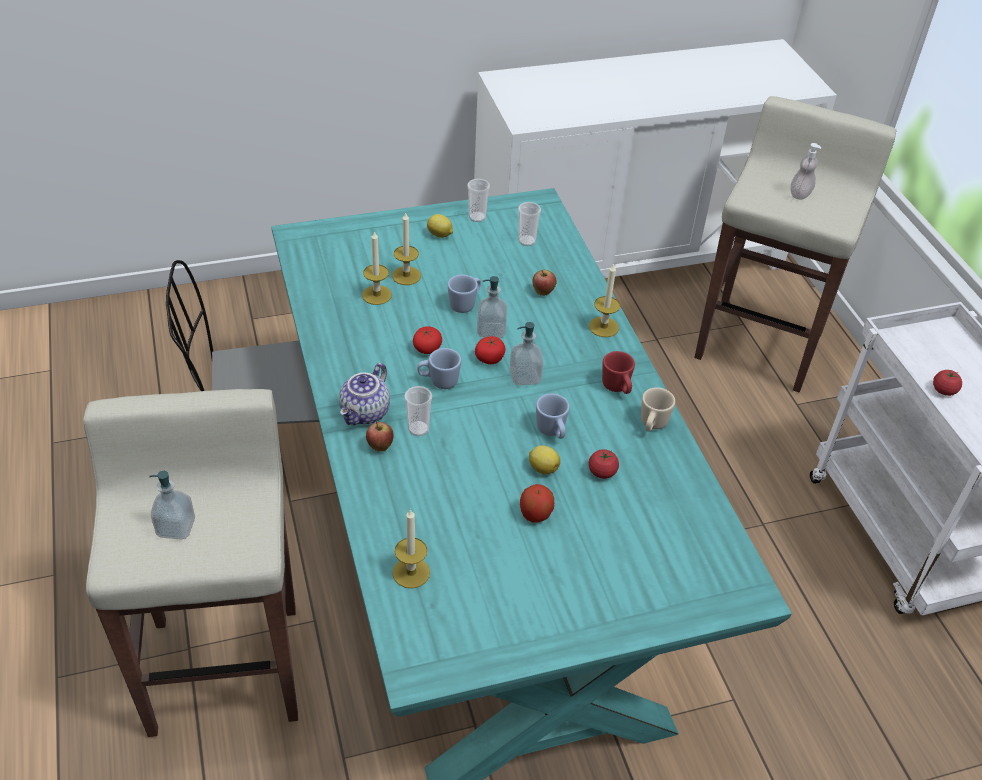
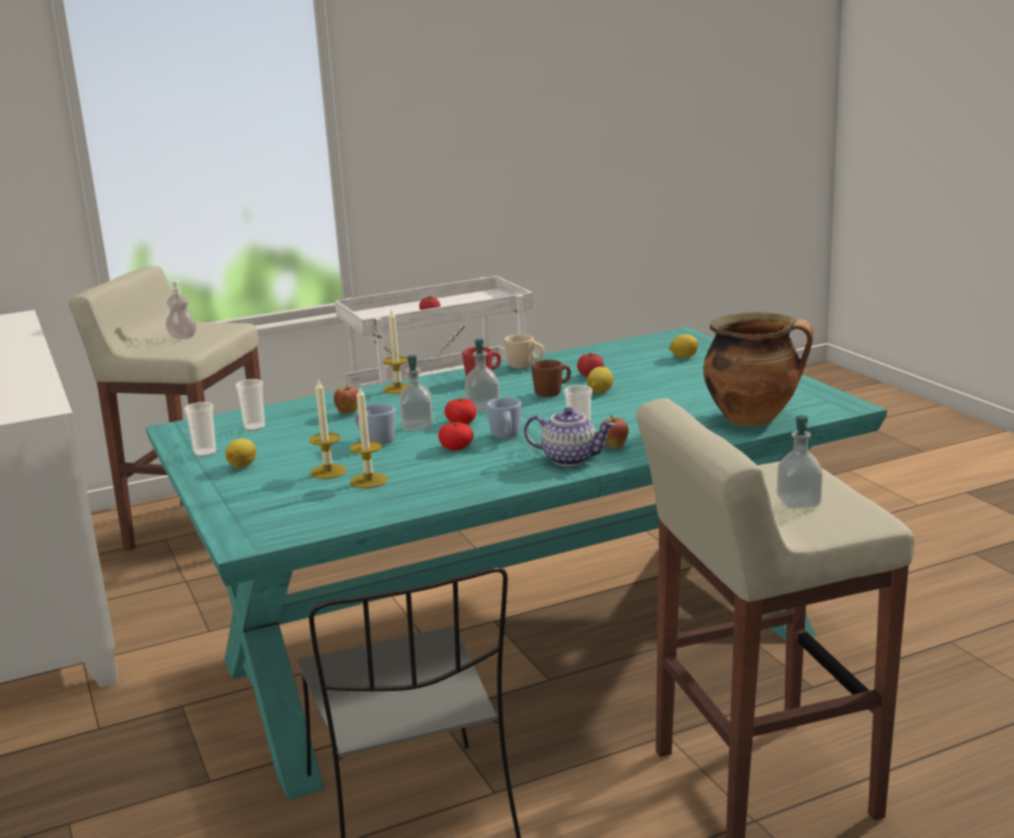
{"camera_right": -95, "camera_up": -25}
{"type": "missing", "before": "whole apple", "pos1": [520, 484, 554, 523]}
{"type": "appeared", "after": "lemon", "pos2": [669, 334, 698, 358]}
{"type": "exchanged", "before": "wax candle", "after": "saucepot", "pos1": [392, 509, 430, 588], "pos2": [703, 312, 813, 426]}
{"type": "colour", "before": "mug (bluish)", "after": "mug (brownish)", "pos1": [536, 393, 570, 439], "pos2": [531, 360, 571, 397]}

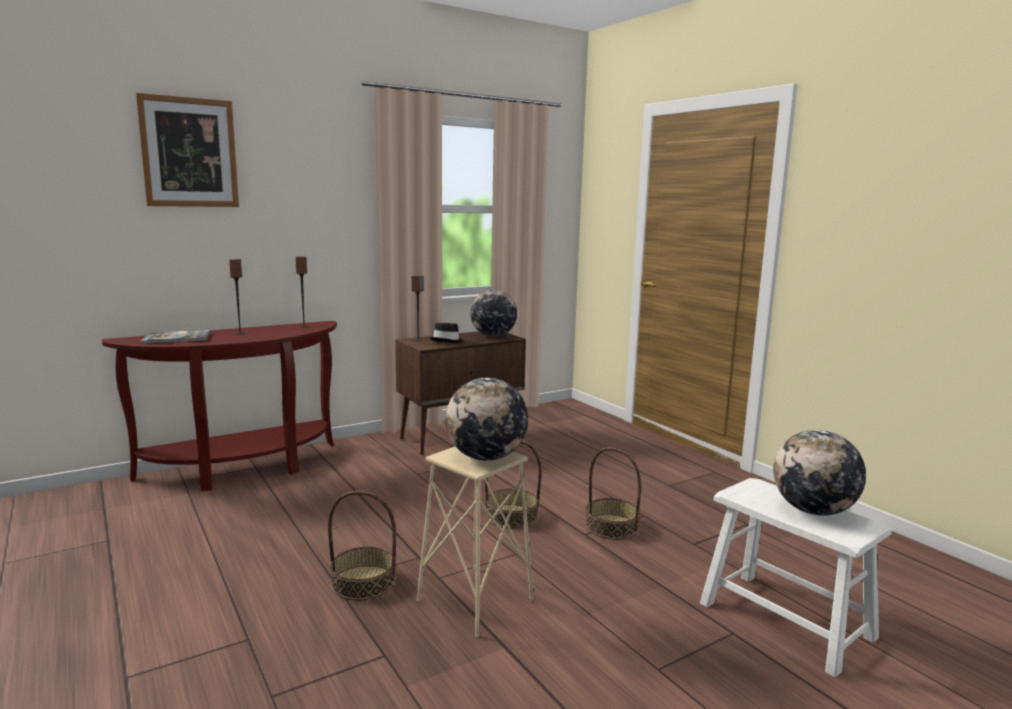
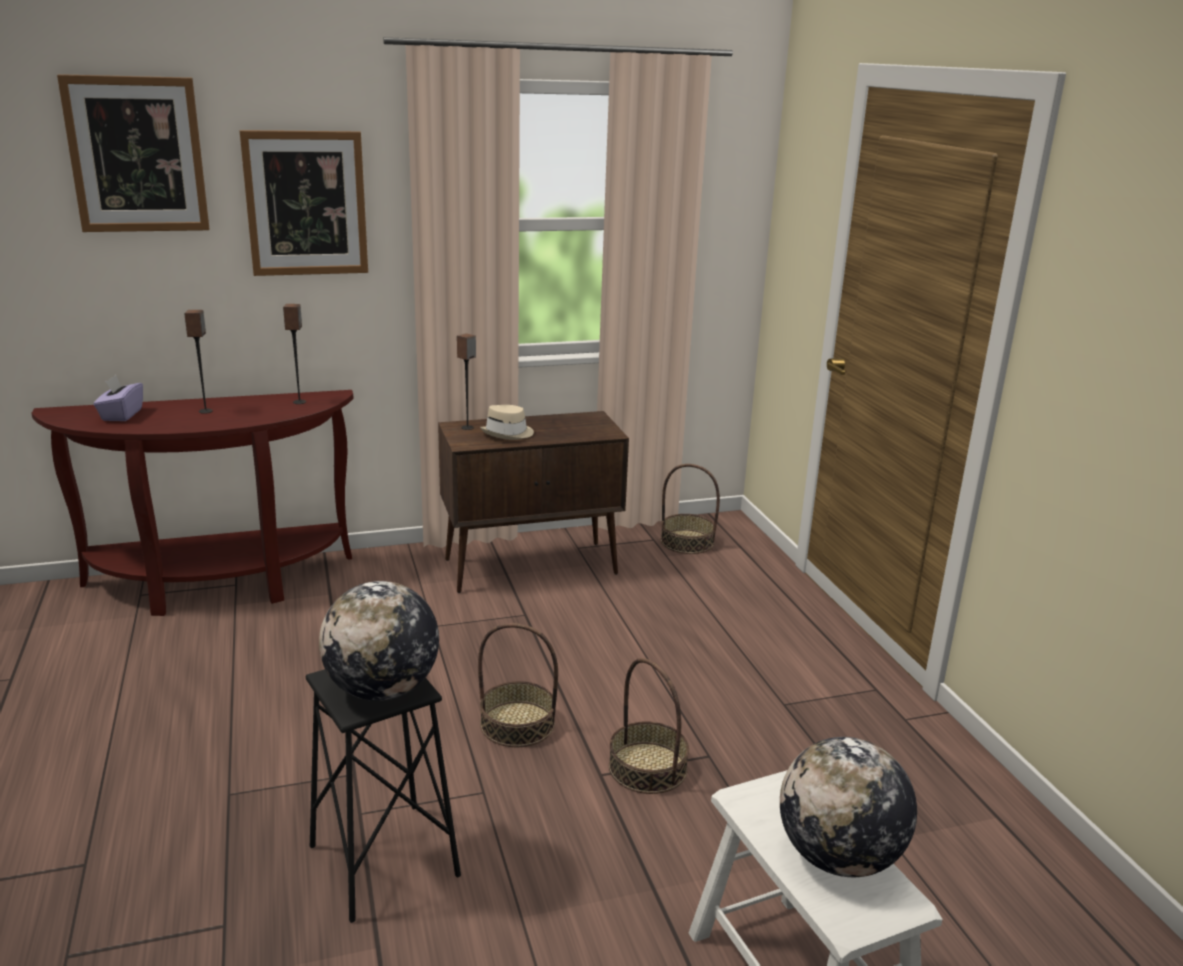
{"camera_right": 15, "camera_up": 10}
{"type": "missing", "before": "globe", "pos1": [471, 290, 517, 337]}
{"type": "appeared", "after": "wall art", "pos2": [240, 130, 368, 276]}
{"type": "relocated", "before": "storage basket", "pos1": [328, 491, 396, 600], "pos2": [660, 464, 720, 554]}
{"type": "exchanged", "before": "bound book", "after": "box of tissues (purplish)", "pos1": [141, 330, 211, 344], "pos2": [94, 375, 143, 421]}
{"type": "colour", "before": "stool seat (sand-coloured)", "after": "stool seat (black)", "pos1": [416, 446, 534, 637], "pos2": [306, 669, 461, 923]}
{"type": "colour", "before": "wearable hat (black)", "after": "wearable hat (sand-coloured)", "pos1": [430, 323, 464, 343], "pos2": [480, 405, 534, 440]}

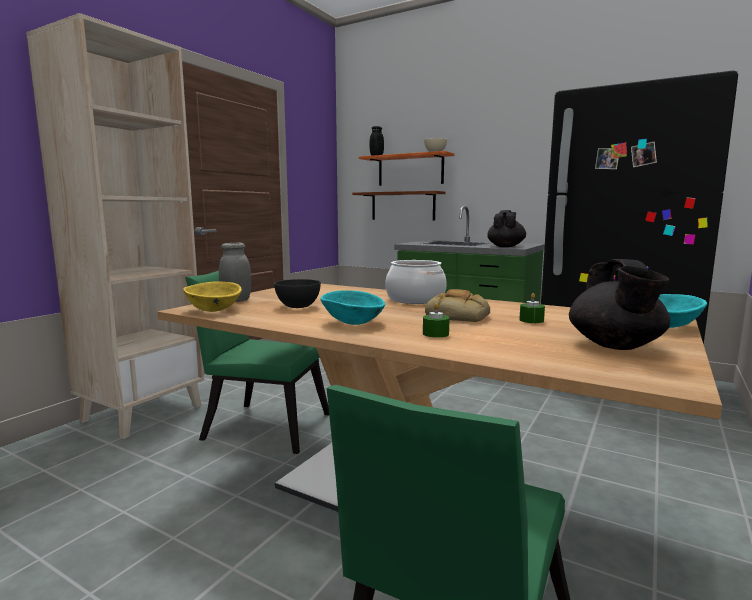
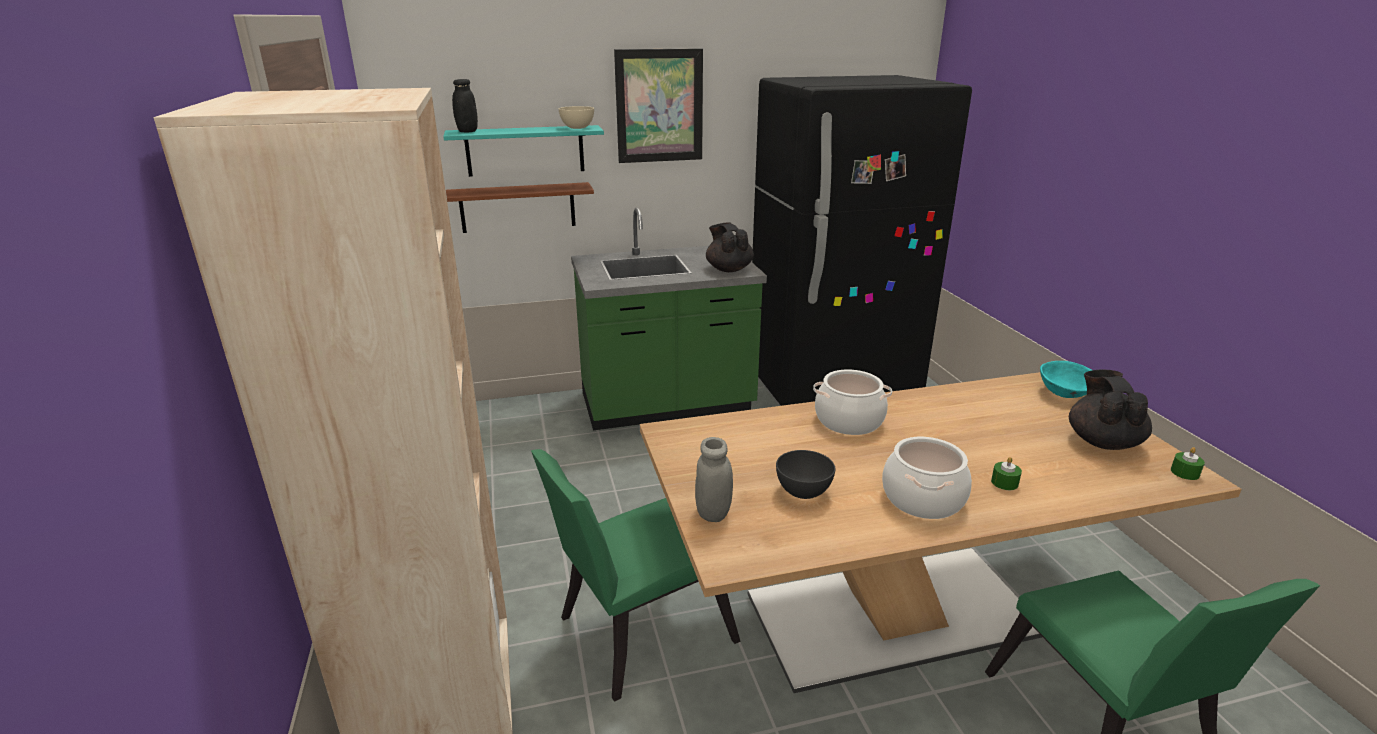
{"camera_right": -45, "camera_up": 15}
{"type": "missing", "before": "deep dish (yellow)", "pos1": [183, 281, 242, 312]}
{"type": "missing", "before": "baked bread", "pos1": [425, 289, 490, 322]}
{"type": "appeared", "after": "wall art", "pos2": [614, 48, 703, 163]}
{"type": "relocated", "before": "wax candle (green-coloured)", "pos1": [519, 293, 545, 323], "pos2": [1171, 447, 1205, 480]}
{"type": "exchanged", "before": "deep dish (turquoise-coloured)", "after": "saucepot", "pos1": [321, 290, 385, 325], "pos2": [882, 437, 972, 519]}
{"type": "colour", "before": "shelf (orange)", "after": "shelf (turquoise-coloured)", "pos1": [359, 151, 455, 186], "pos2": [443, 125, 604, 177]}
{"type": "spun", "before": "pot for tea (black)", "pos1": [569, 259, 670, 350], "pos2": [1069, 370, 1152, 450], "turn": -135}

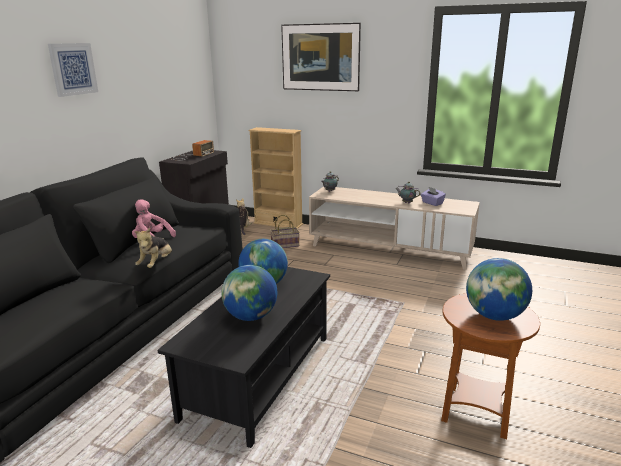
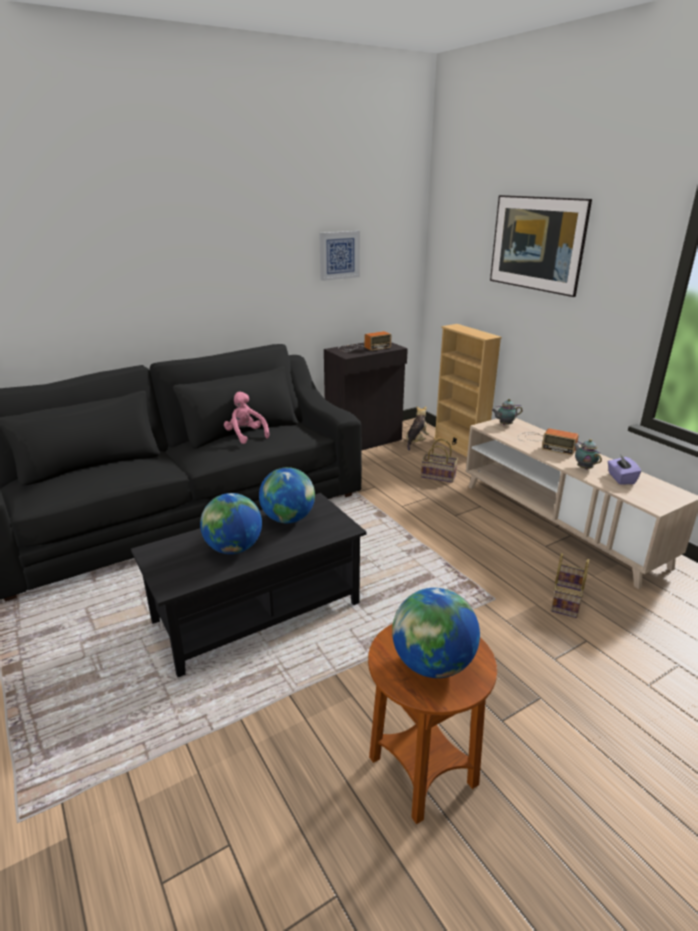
{"camera_right": 35, "camera_up": 5}
{"type": "missing", "before": "plush toy", "pos1": [134, 228, 172, 268]}
{"type": "appeared", "after": "radio set", "pos2": [518, 428, 579, 455]}
{"type": "appeared", "after": "storage basket", "pos2": [551, 553, 589, 618]}
{"type": "relocated", "before": "wall art", "pos1": [48, 43, 98, 97], "pos2": [319, 231, 360, 281]}

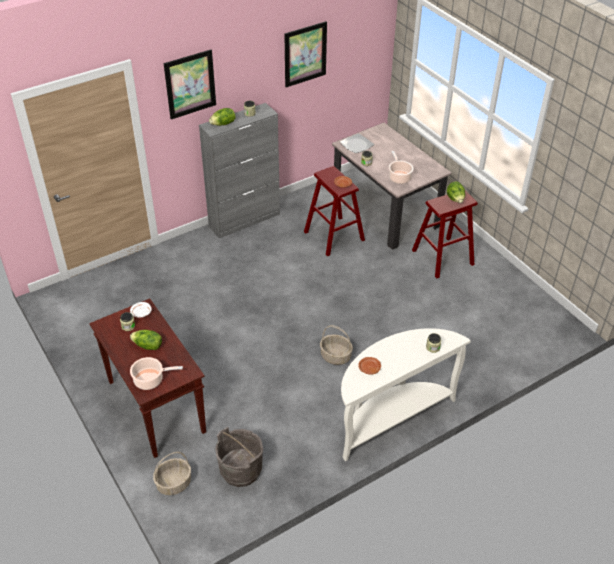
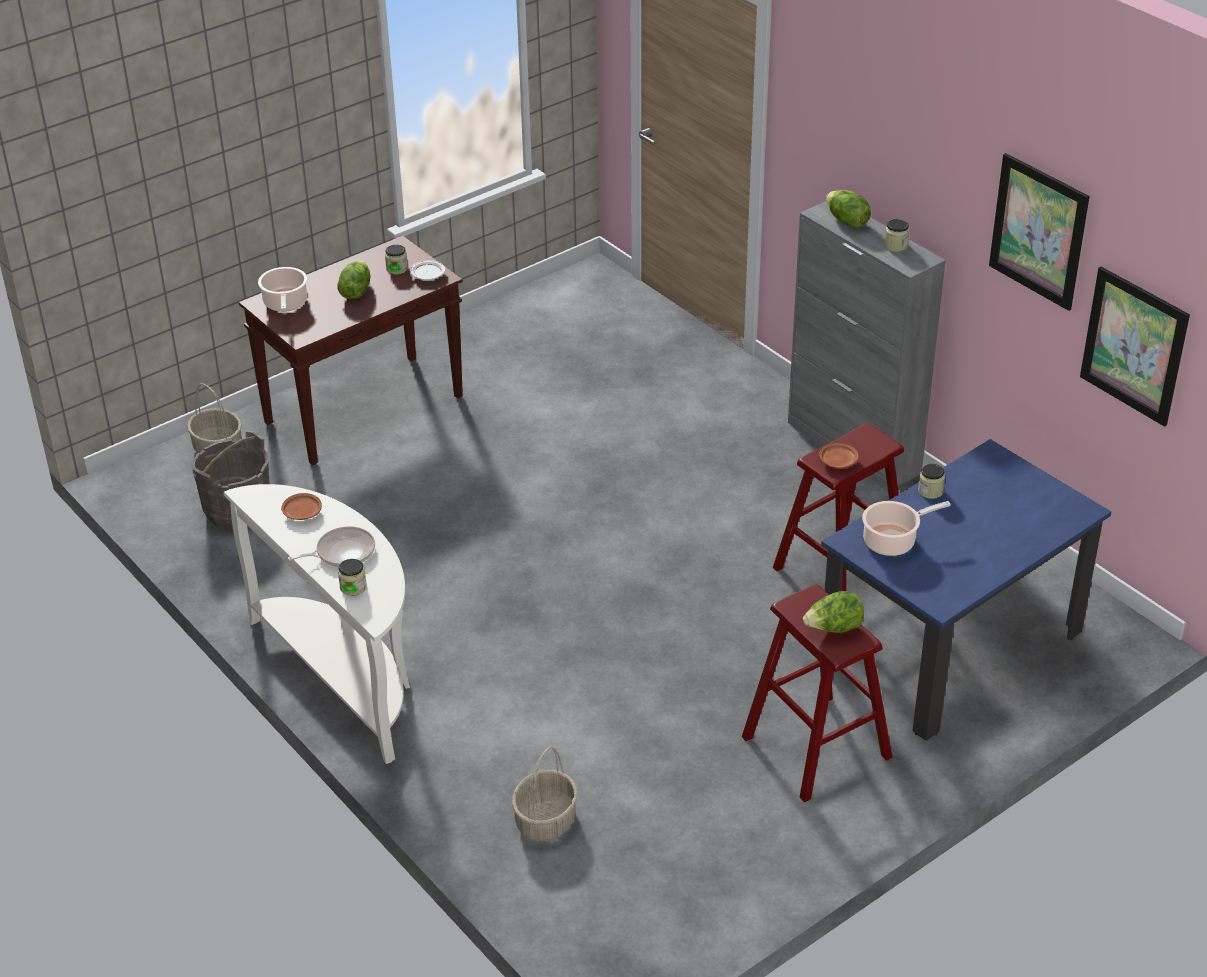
{"camera_right": 85, "camera_up": -5}
{"type": "missing", "before": "plate", "pos1": [340, 133, 374, 153]}
{"type": "appeared", "after": "frying pan", "pos2": [288, 526, 375, 567]}
{"type": "relocated", "before": "wall art", "pos1": [164, 50, 216, 119], "pos2": [1080, 266, 1190, 427]}
{"type": "relocated", "before": "storage basket", "pos1": [320, 325, 353, 365], "pos2": [512, 747, 577, 841]}
{"type": "colour", "before": "dinner table (sand-coloured)", "after": "dinner table (bluish)", "pos1": [332, 123, 451, 250], "pos2": [821, 439, 1111, 741]}

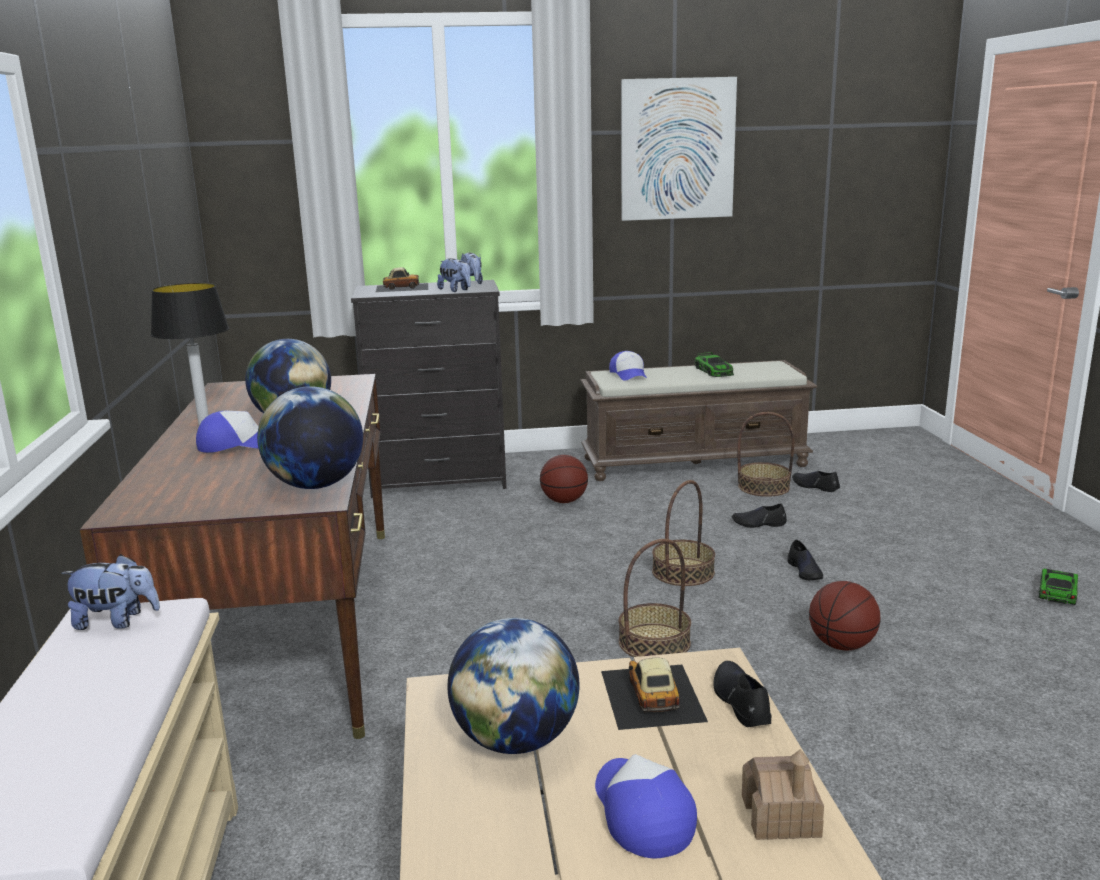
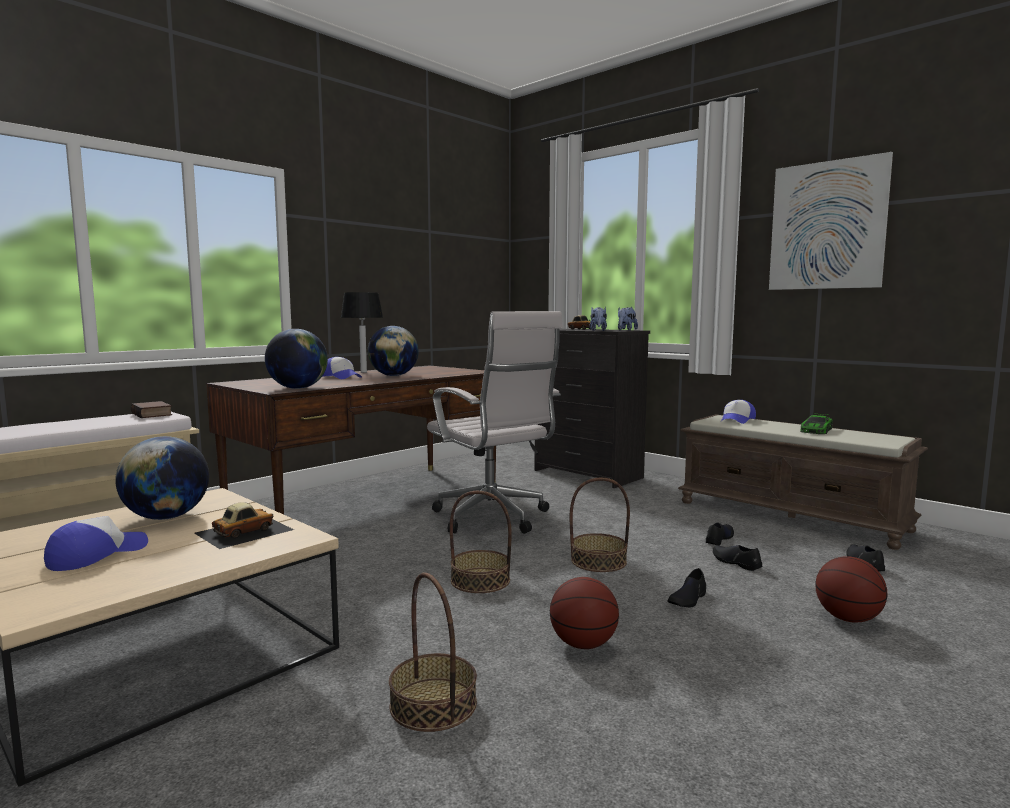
{"camera_right": 50, "camera_up": -10}
{"type": "missing", "before": "toy house", "pos1": [742, 749, 824, 840]}
{"type": "missing", "before": "toy car", "pos1": [1038, 569, 1078, 605]}
{"type": "appeared", "after": "office chair (white)", "pos2": [427, 311, 563, 534]}
{"type": "relocated", "before": "ball for basketball", "pos1": [540, 455, 588, 503], "pos2": [816, 556, 887, 623]}
{"type": "relocated", "before": "item of footwear (black)", "pos1": [714, 661, 772, 727], "pos2": [706, 522, 734, 545]}
{"type": "relocated", "before": "storage basket", "pos1": [737, 412, 794, 497], "pos2": [389, 573, 477, 732]}
{"type": "exchanged", "before": "plush toy", "after": "bound book", "pos1": [61, 554, 160, 630], "pos2": [131, 401, 172, 418]}

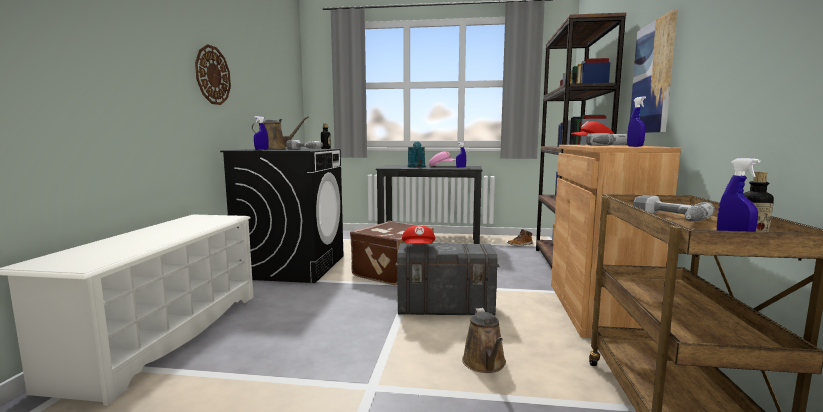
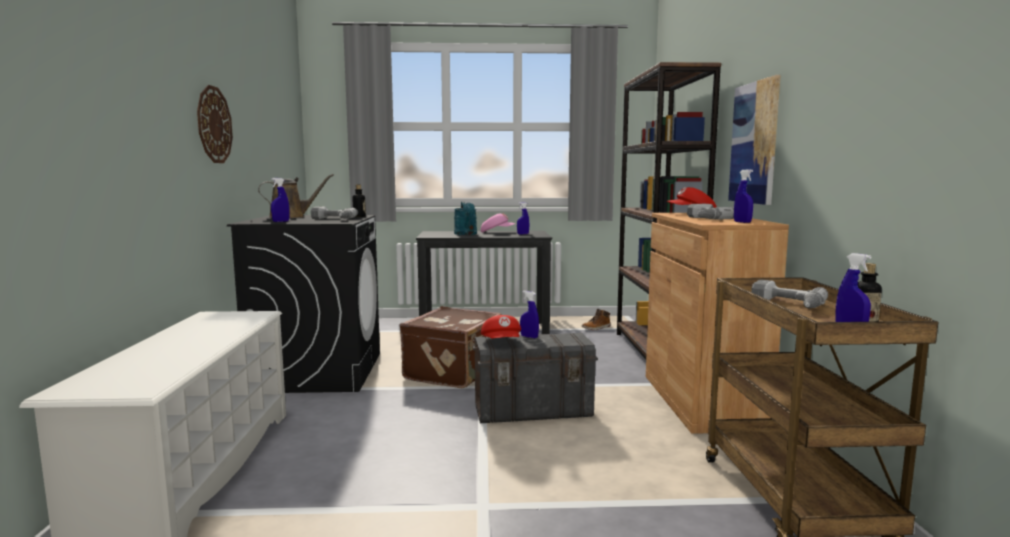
{"camera_right": -10, "camera_up": 0}
{"type": "missing", "before": "watering pot (brownish)", "pos1": [462, 308, 506, 373]}
{"type": "appeared", "after": "spray bottle (bluish)", "pos2": [520, 291, 539, 338]}

